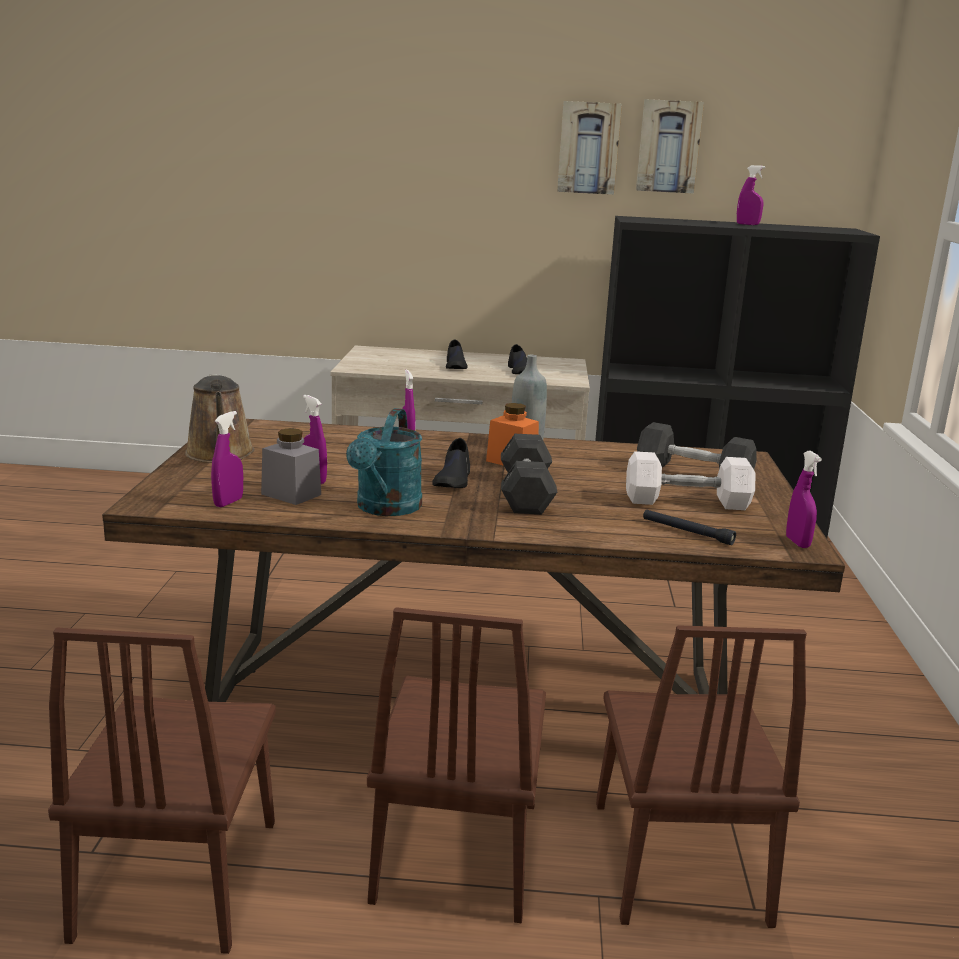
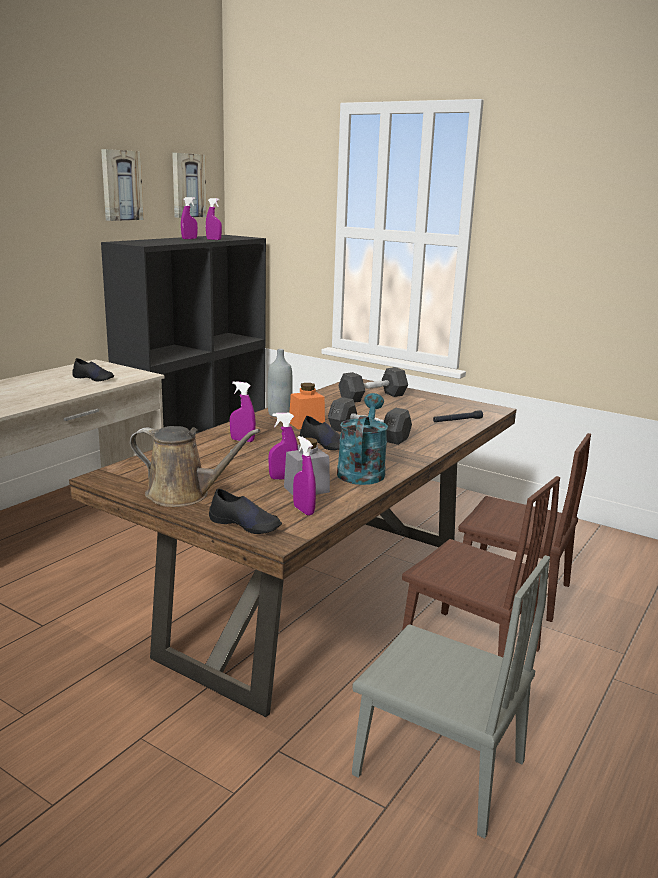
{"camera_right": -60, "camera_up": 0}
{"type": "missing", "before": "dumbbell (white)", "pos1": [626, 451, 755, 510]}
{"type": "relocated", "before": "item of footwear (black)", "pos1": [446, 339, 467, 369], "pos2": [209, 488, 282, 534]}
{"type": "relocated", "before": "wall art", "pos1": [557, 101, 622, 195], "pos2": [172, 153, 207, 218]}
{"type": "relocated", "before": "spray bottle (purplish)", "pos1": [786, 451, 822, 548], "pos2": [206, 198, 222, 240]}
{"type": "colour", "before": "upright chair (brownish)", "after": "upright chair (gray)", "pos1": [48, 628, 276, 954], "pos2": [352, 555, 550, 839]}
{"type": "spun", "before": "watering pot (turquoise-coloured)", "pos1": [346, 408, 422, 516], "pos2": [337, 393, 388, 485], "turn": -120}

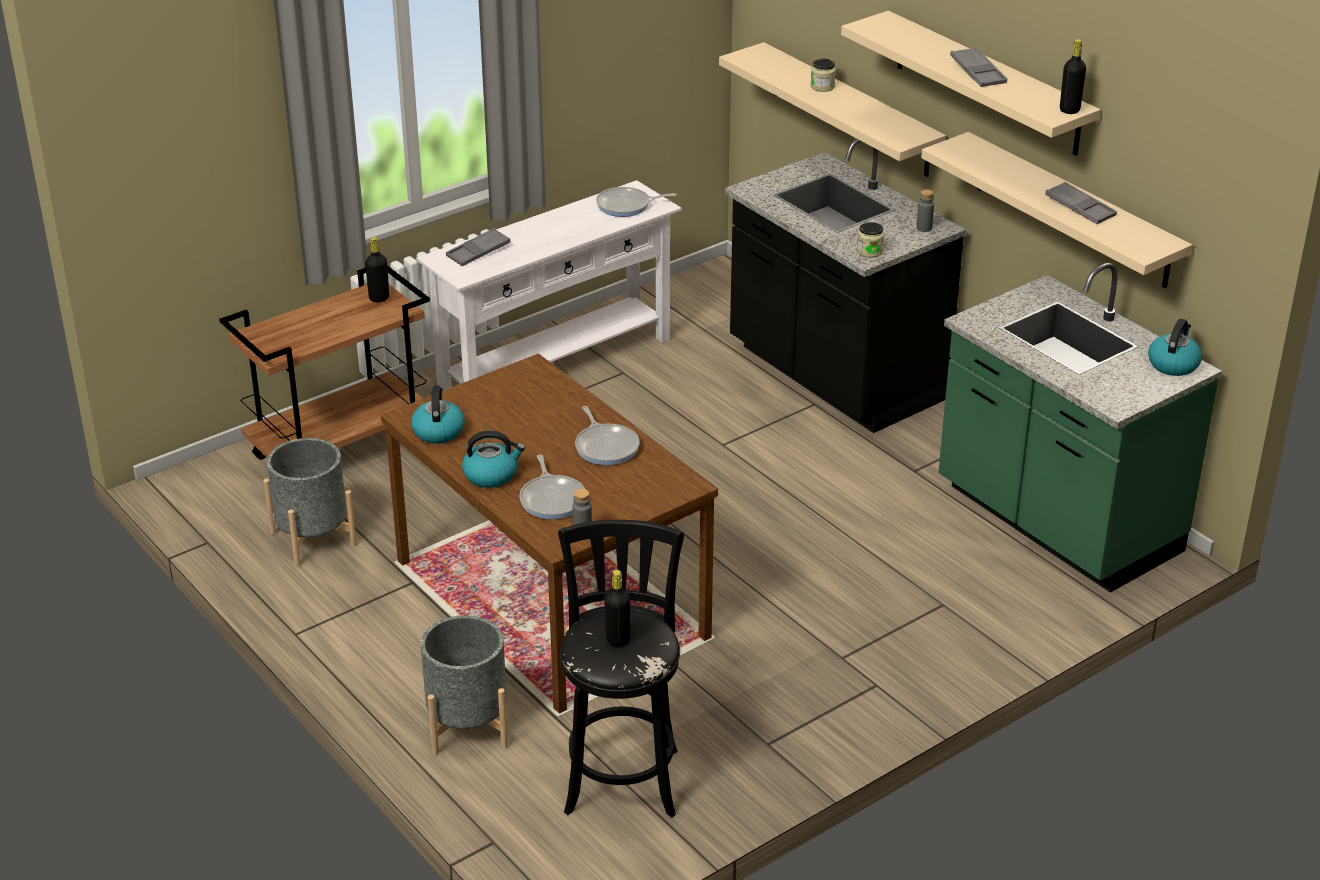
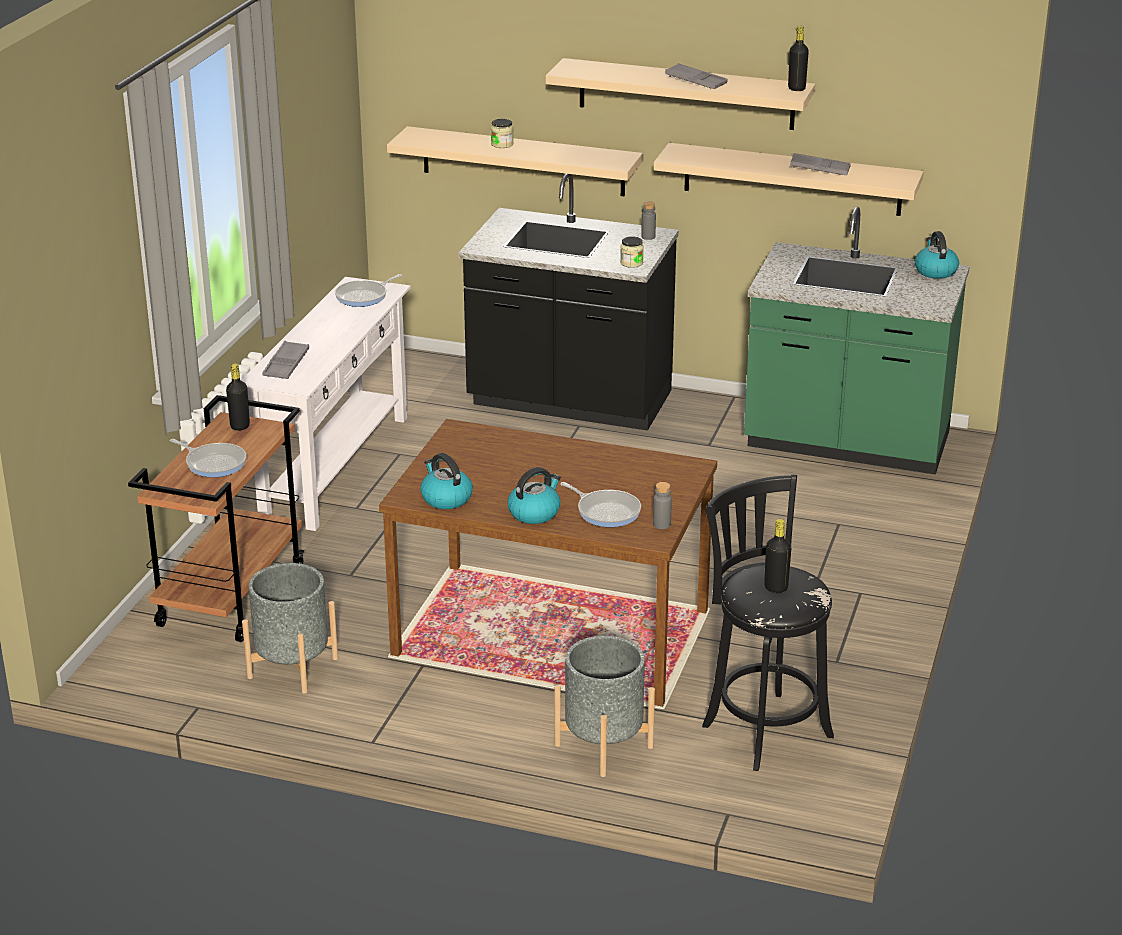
{"camera_right": -35, "camera_up": -5}
{"type": "relocated", "before": "frying pan", "pos1": [575, 406, 640, 465], "pos2": [170, 439, 246, 477]}

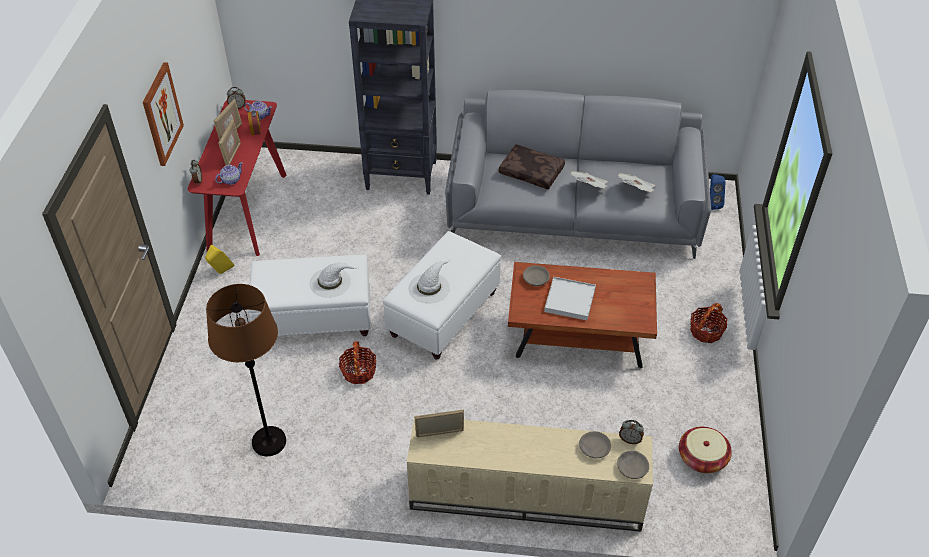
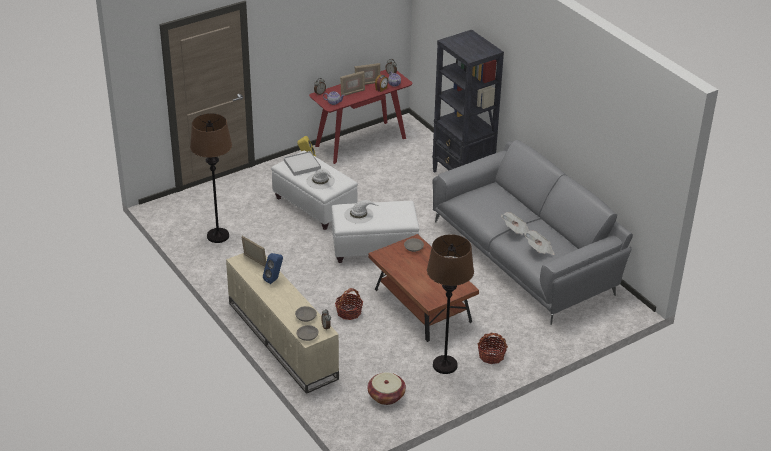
{"camera_right": 50, "camera_up": -10}
{"type": "missing", "before": "wall art", "pos1": [143, 62, 184, 166]}
{"type": "missing", "before": "throw pillow (brownish)", "pos1": [499, 144, 565, 189]}
{"type": "appeared", "after": "standing lamp (brownish)", "pos2": [427, 234, 474, 374]}
{"type": "relocated", "before": "storage basket", "pos1": [339, 341, 377, 384], "pos2": [335, 288, 363, 320]}
{"type": "relocated", "before": "carrying tray (white)", "pos1": [544, 277, 596, 320], "pos2": [284, 151, 321, 176]}
{"type": "relocated", "before": "loudspeaker (bluish)", "pos1": [710, 174, 725, 210], "pos2": [263, 253, 283, 284]}

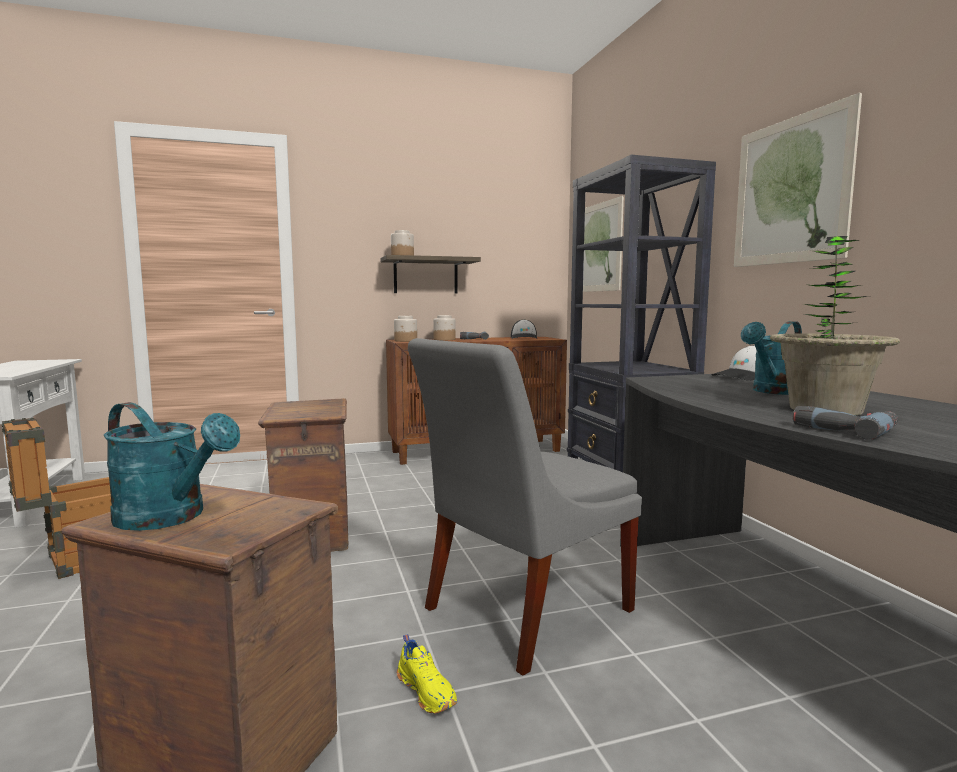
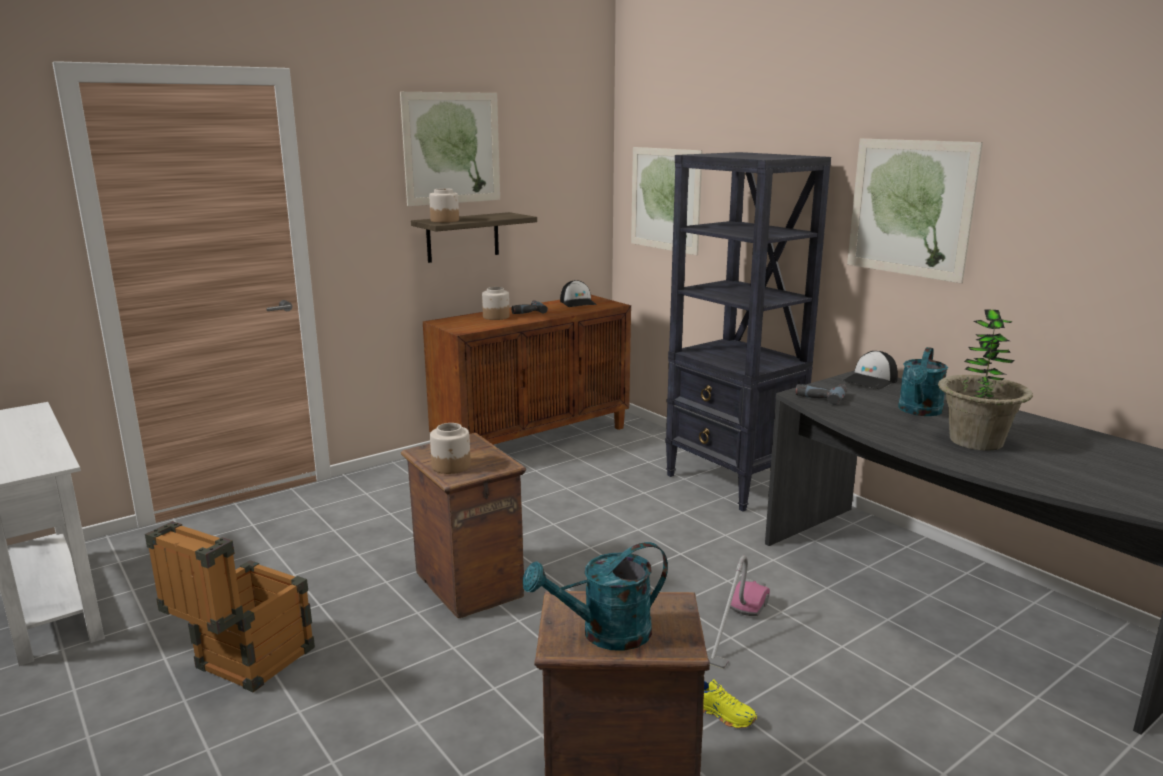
{"camera_right": -20, "camera_up": 10}
{"type": "appeared", "after": "wall art", "pos2": [400, 92, 500, 206]}
{"type": "relocated", "before": "preserve jar", "pos1": [394, 316, 417, 342], "pos2": [430, 423, 471, 474]}
{"type": "relocated", "before": "electric drill", "pos1": [793, 406, 898, 440], "pos2": [795, 384, 847, 405]}
{"type": "exchanged", "before": "upright chair (gray)", "after": "vacuum cleaner", "pos1": [408, 338, 642, 675], "pos2": [707, 555, 770, 669]}
{"type": "spun", "before": "watering pot (turquoise-coloured)", "pos1": [104, 402, 240, 531], "pos2": [523, 542, 668, 651], "turn": 150}

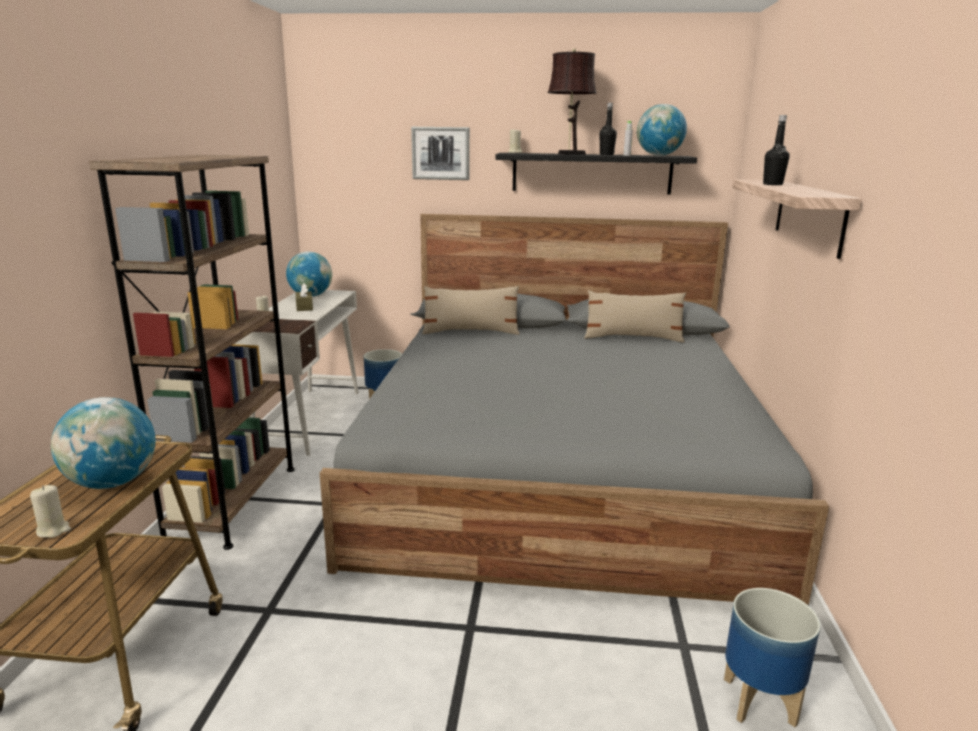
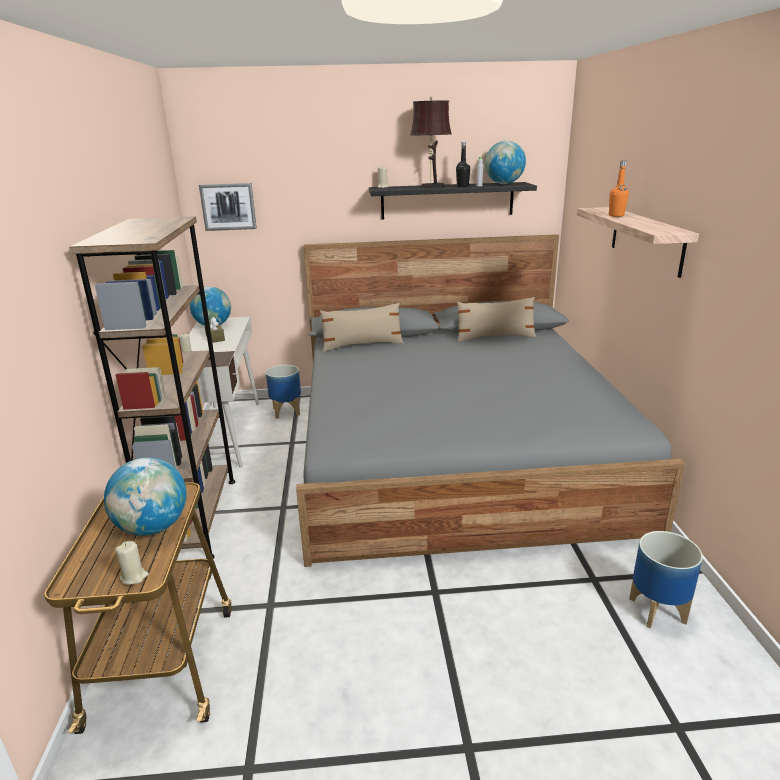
{"camera_right": -10, "camera_up": 5}
{"type": "relocated", "before": "wall art", "pos1": [411, 127, 470, 180], "pos2": [199, 183, 257, 231]}
{"type": "colour", "before": "beverage bottle (black)", "after": "beverage bottle (orange)", "pos1": [763, 115, 789, 185], "pos2": [609, 161, 629, 217]}

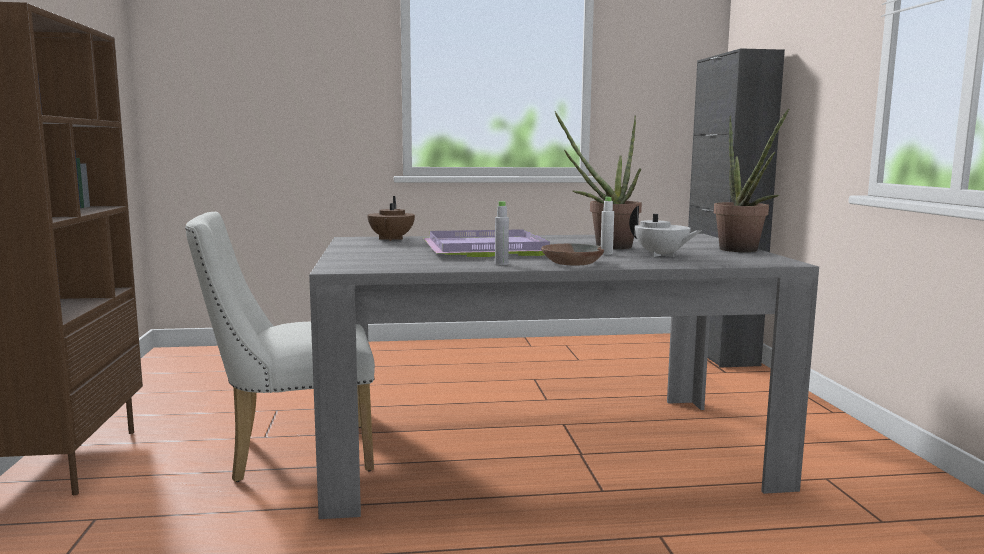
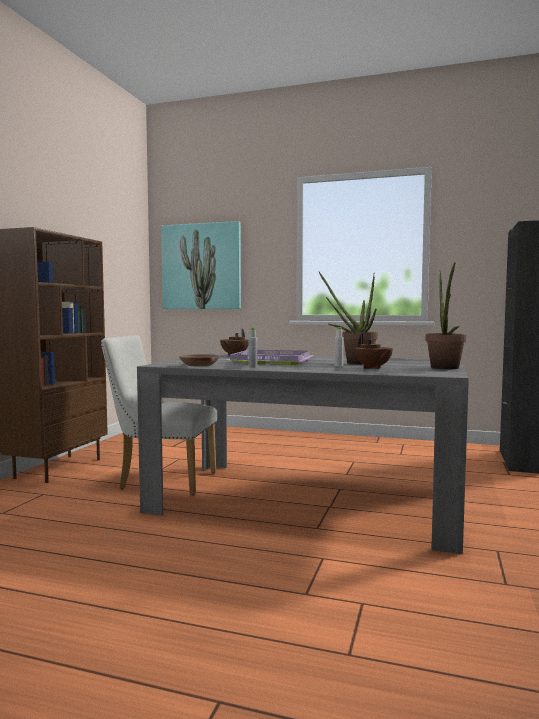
{"camera_right": 25, "camera_up": -5}
{"type": "appeared", "after": "wall art", "pos2": [161, 221, 241, 309]}
{"type": "relocated", "before": "deep dish (brownish)", "pos1": [541, 244, 604, 265], "pos2": [179, 354, 219, 366]}
{"type": "colour", "before": "pot for tea (white)", "after": "pot for tea (brownish)", "pos1": [629, 206, 701, 257], "pos2": [354, 334, 393, 369]}

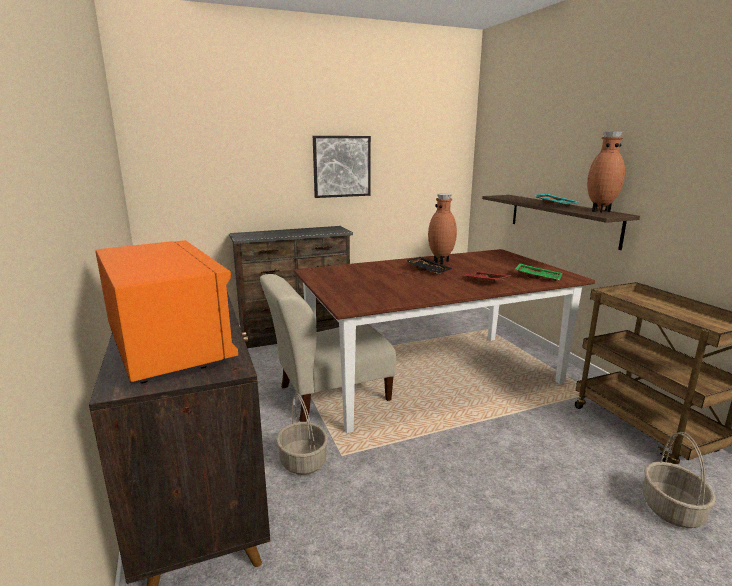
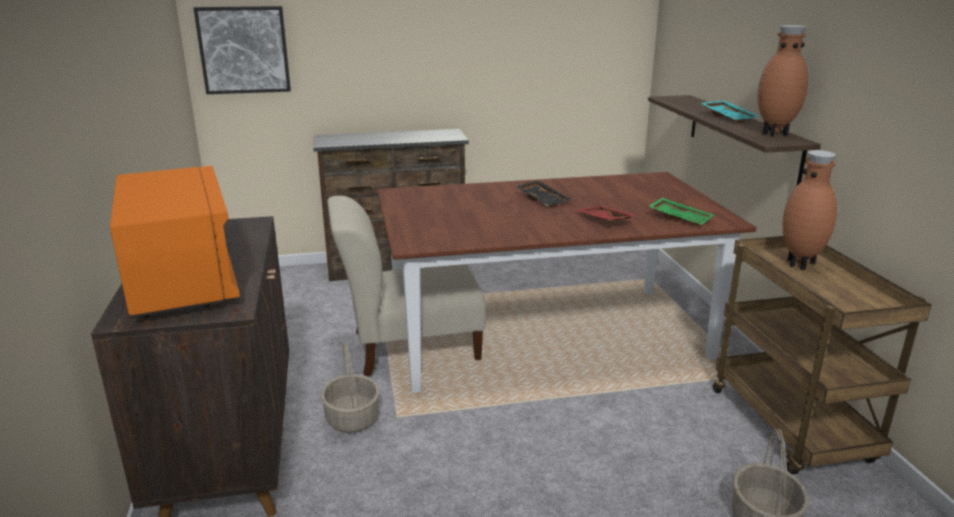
{"camera_right": 10, "camera_up": 5}
{"type": "relocated", "before": "wall art", "pos1": [313, 136, 371, 198], "pos2": [194, 6, 291, 94]}
{"type": "relocated", "before": "flower vase (brownish)", "pos1": [428, 193, 457, 265], "pos2": [782, 150, 837, 270]}

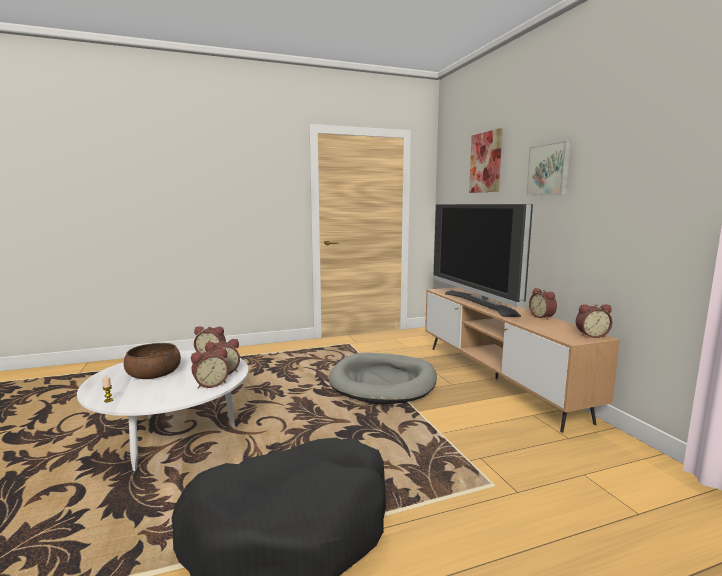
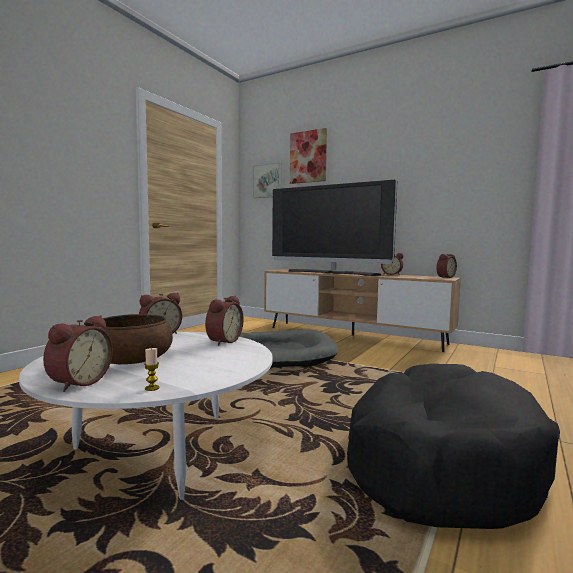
{"camera_right": -40, "camera_up": -5}
{"type": "relocated", "before": "bedside clock", "pos1": [191, 348, 229, 389], "pos2": [43, 315, 113, 392]}
{"type": "relocated", "before": "wall art", "pos1": [526, 141, 571, 195], "pos2": [253, 163, 282, 198]}

